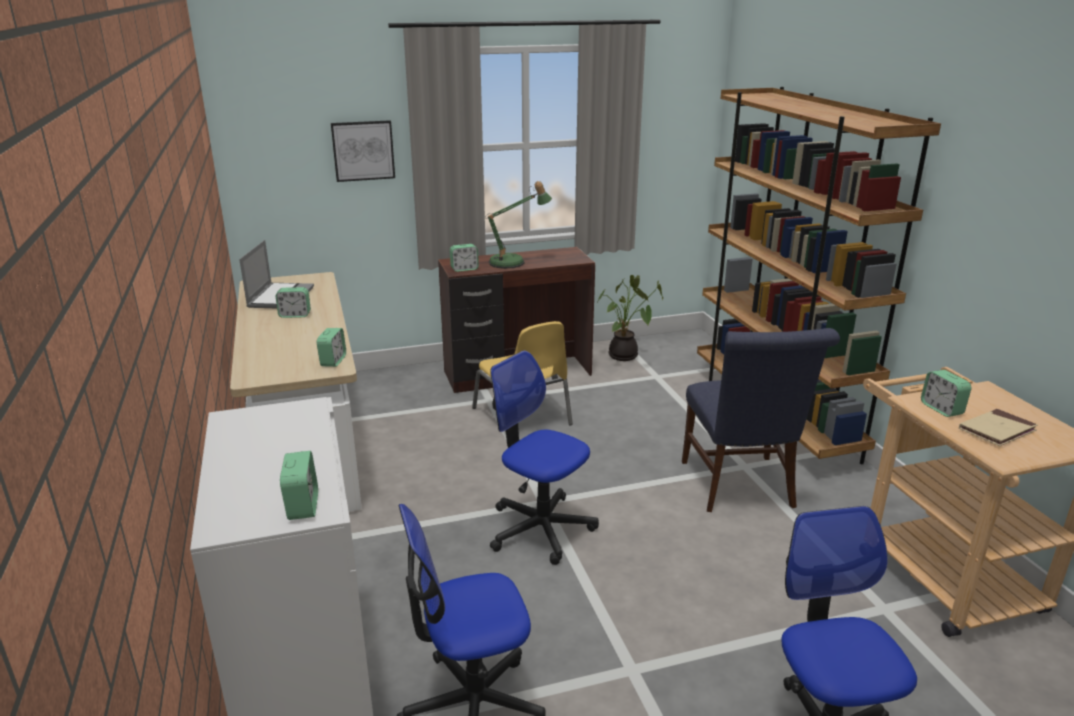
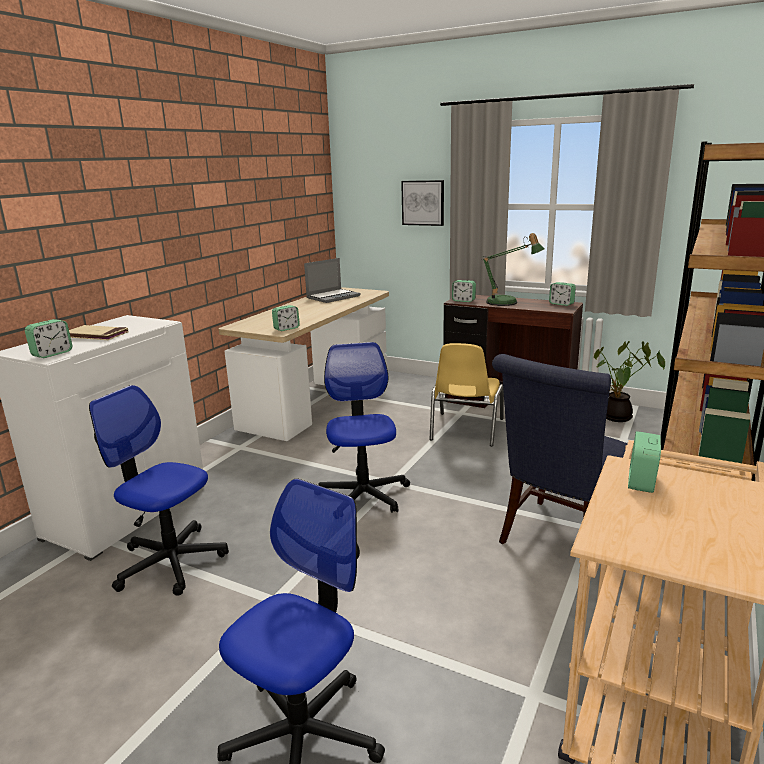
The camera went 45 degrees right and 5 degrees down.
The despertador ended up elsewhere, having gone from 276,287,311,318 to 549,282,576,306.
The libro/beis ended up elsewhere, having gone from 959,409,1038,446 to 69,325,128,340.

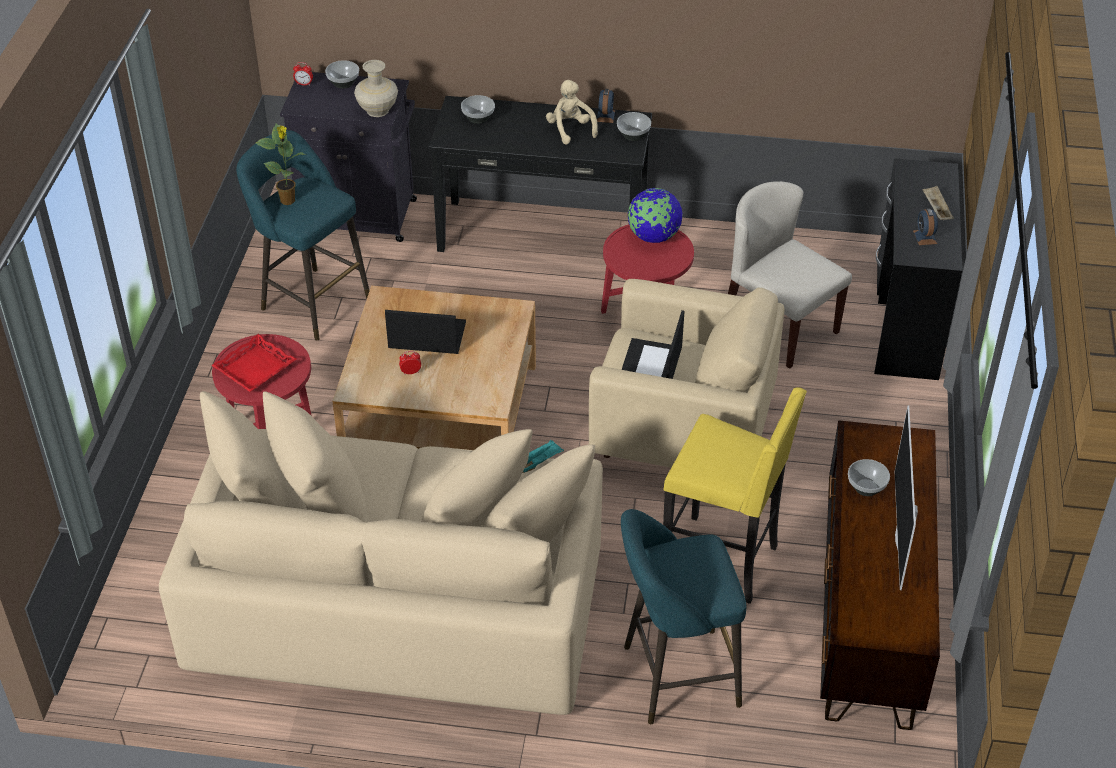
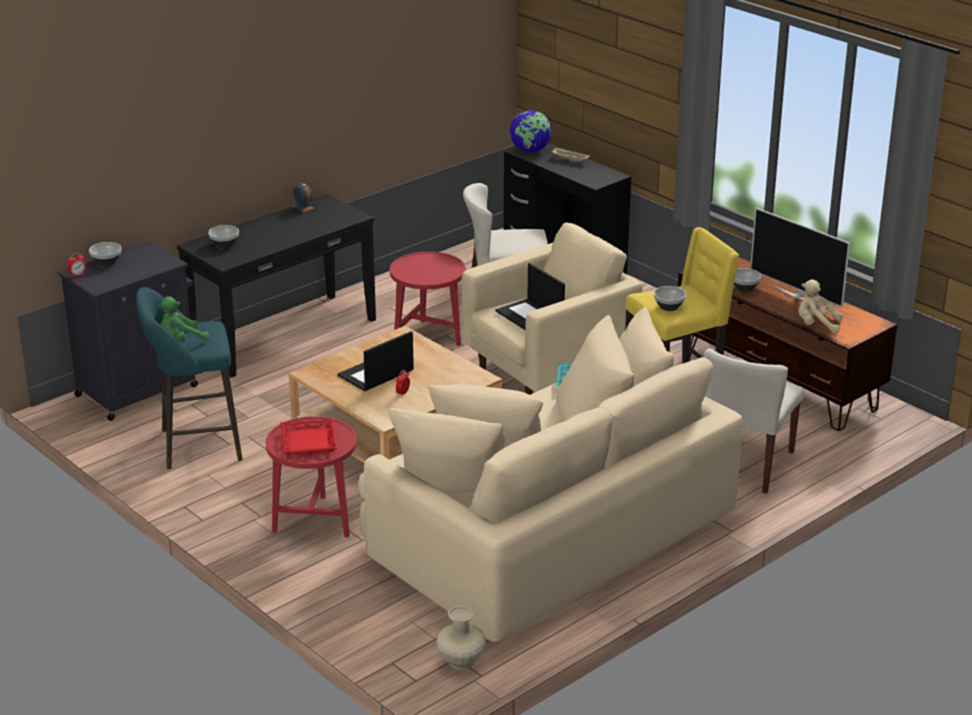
The camera went 50 degrees left and 15 degrees down.
Where the planta en maceta stood at 256,123,306,205, the peluche/verde came to stand at 158,296,210,342.
The florero/beis ended up elsewhere, having gone from 354,60,398,117 to 436,606,486,670.
The peluche/beis ended up elsewhere, having gone from 546,80,598,145 to 799,279,842,334.
The cuenco ended up elsewhere, having gone from 617,112,651,141 to 654,286,686,311.
Where the taburete/turquesa stood at 621,509,746,724, the silla/beis came to stand at 704,348,805,494.
The globo terráqueo ended up elsewhere, having gone from 628,188,683,243 to 510,110,552,152.
The second view lost the despertador at 913,209,938,245.

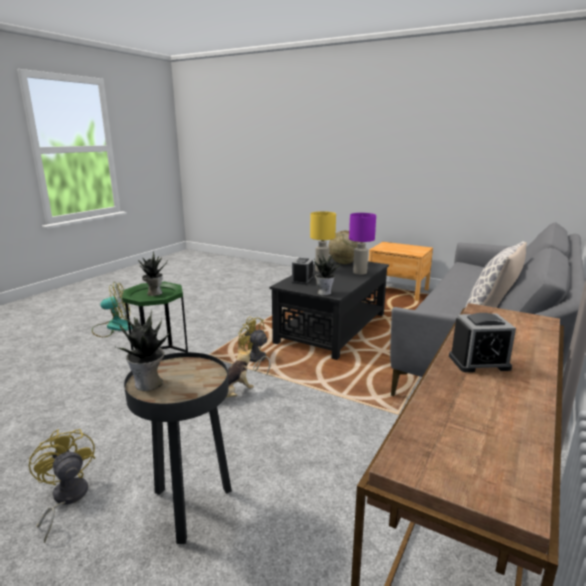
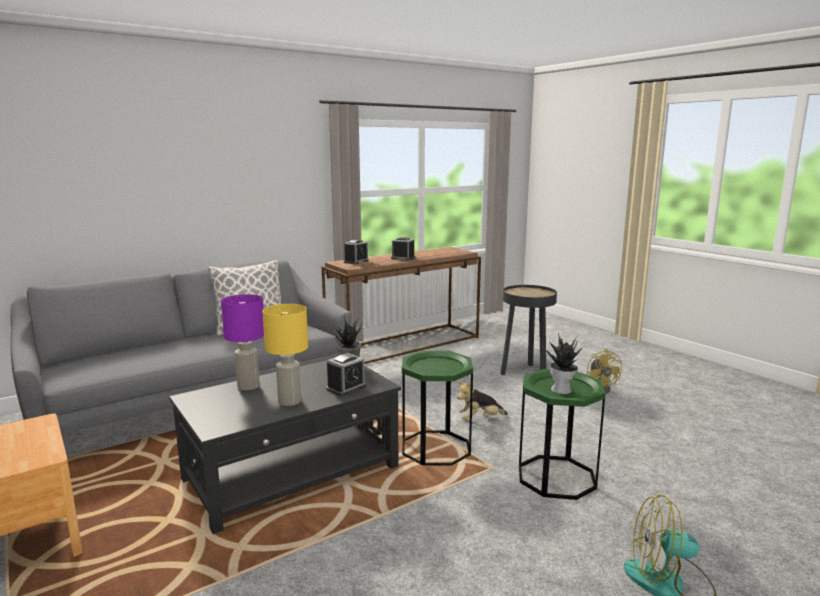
The camera went 155 degrees left and 5 degrees down.
The second view lost the planta en maceta at 116,310,171,391.
Where the ventilador/amarillo stood at 238,317,271,374, the mesa auxiliar/verde came to stand at 402,351,473,465.
The second view lost the globo terráqueo at 328,231,359,264.
The second view gained the despertador at 344,240,369,264.

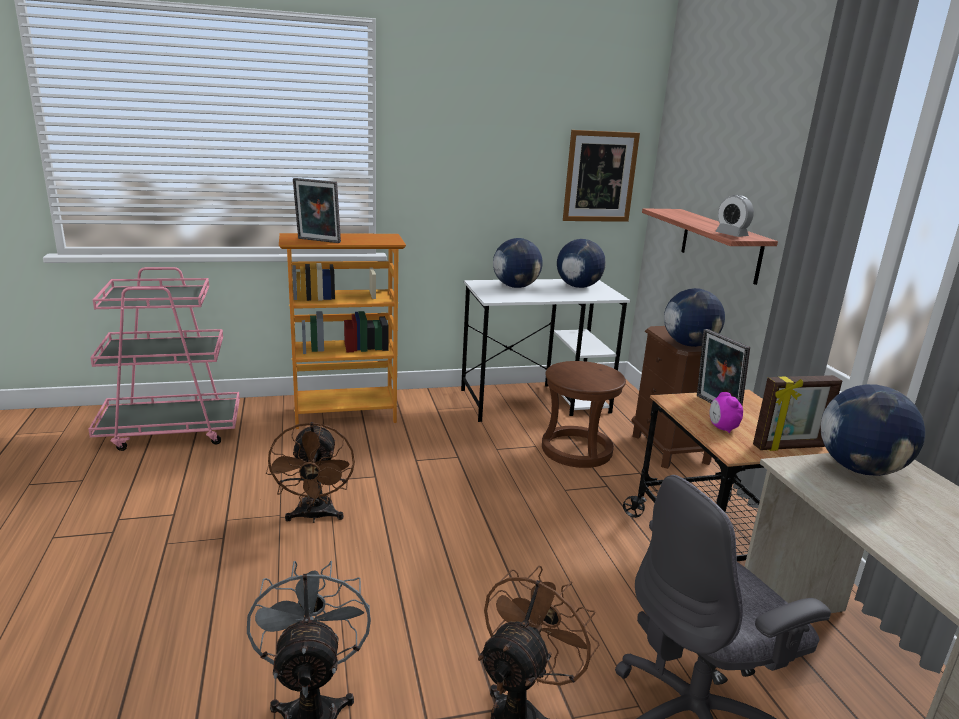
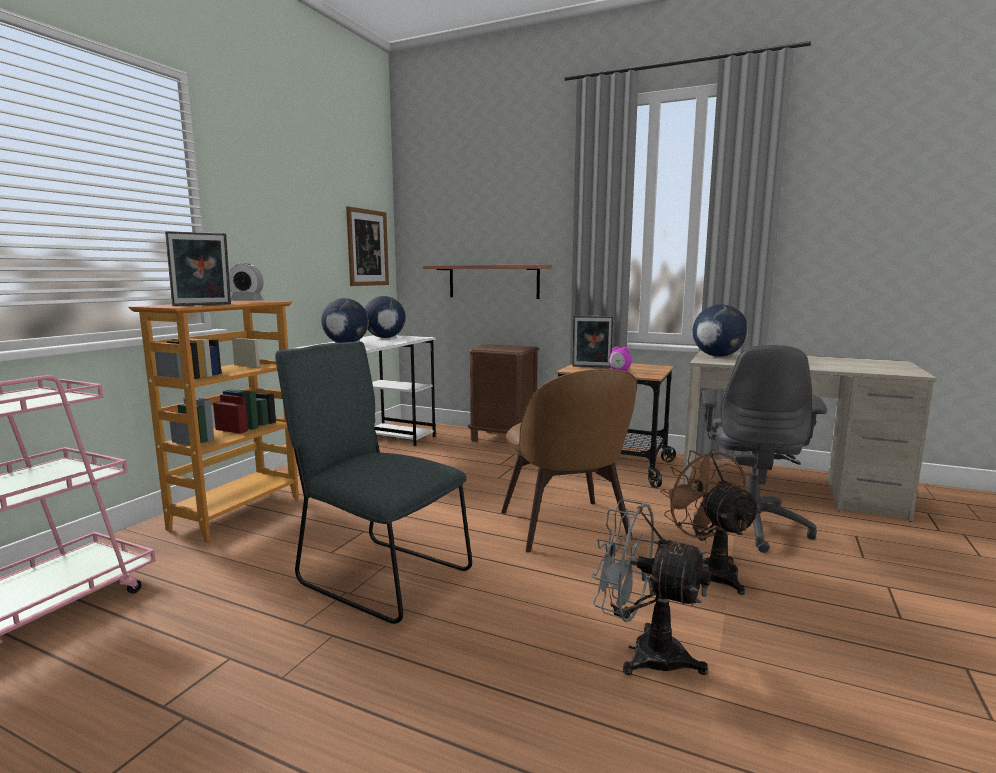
The camera went 50 degrees left and 10 degrees down.
Where the ventilador/marrón stood at 266,422,355,523, the silla/gris came to stand at 275,341,472,624.
The second view lost the taburete/marrón at 542,361,626,468.
The second view lost the globo terráqueo at 664,288,725,347.
The despertador ended up elsewhere, having gone from 715,195,754,237 to 229,263,264,301.
The second view lost the portarretratos at 753,375,842,451.
The second view gained the silla/marrón at 501,369,637,553.

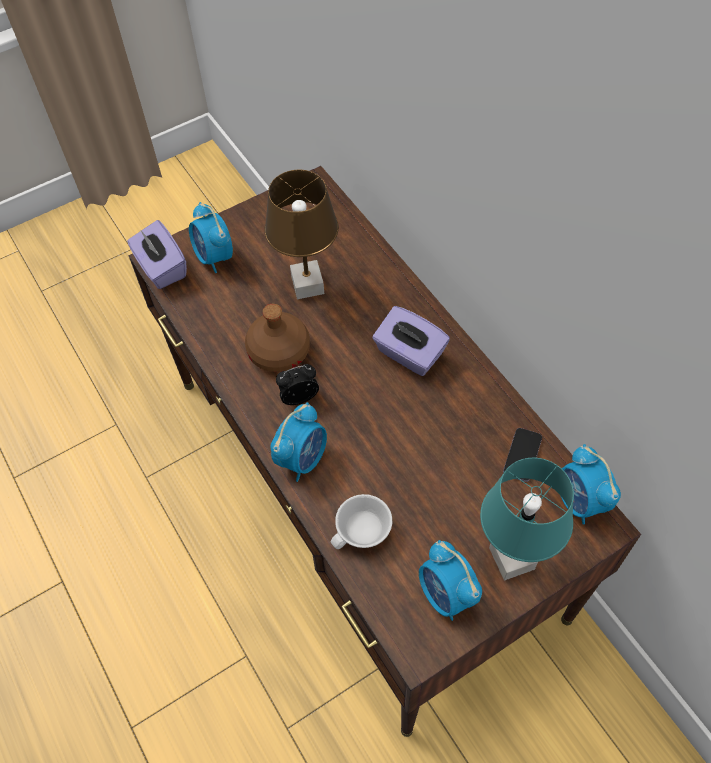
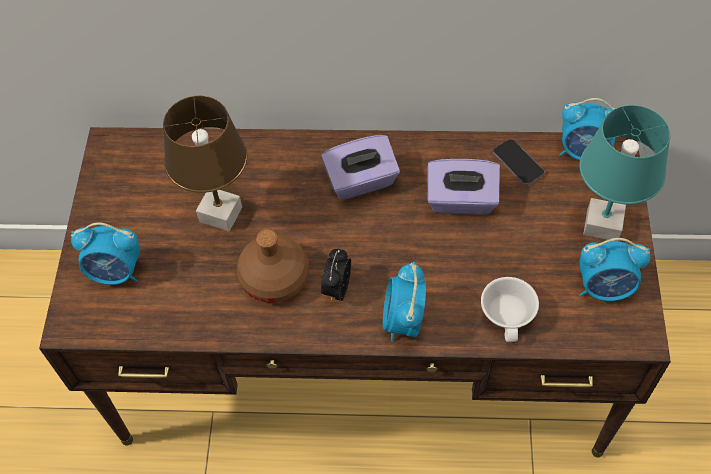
The camera went 55 degrees left and 0 degrees up.
The caja de pañuelos/morado ended up elsewhere, having gone from 127,220,187,289 to 428,159,500,215.
The despertador at 271,402,327,482 ended up facing another way, 150 degrees counterclockwise from before.

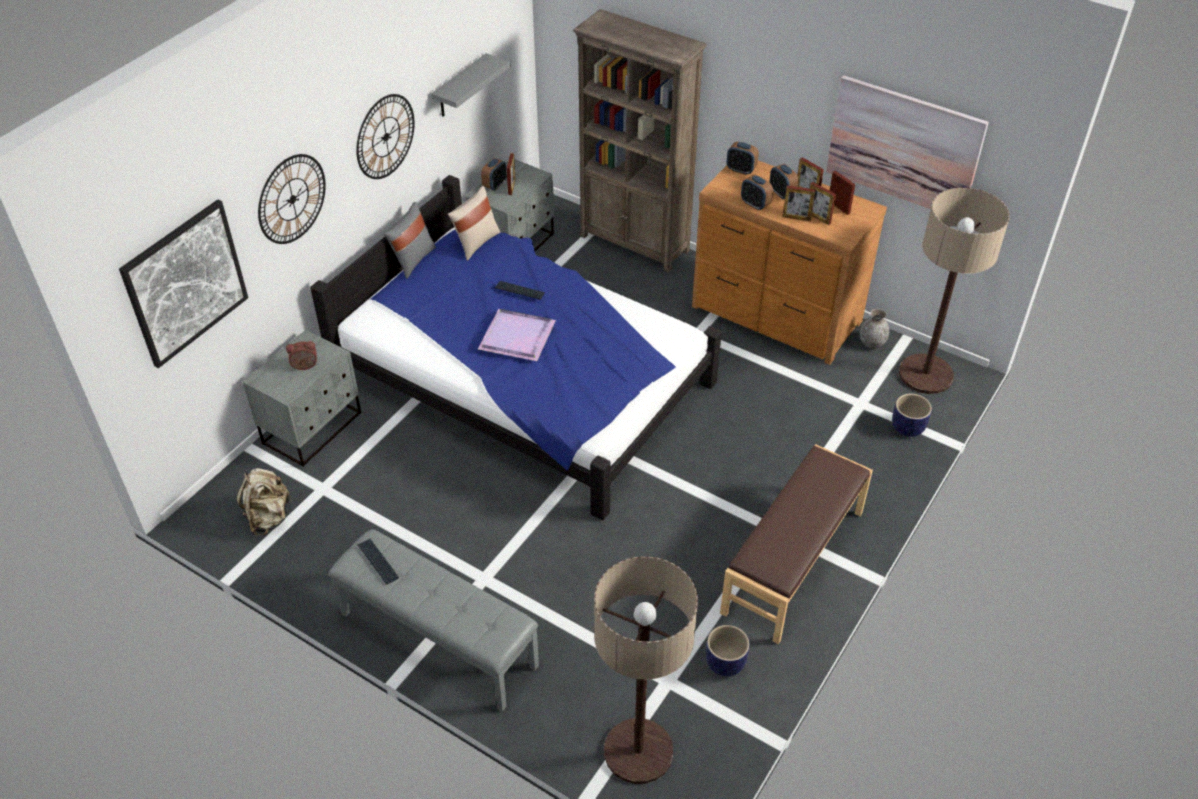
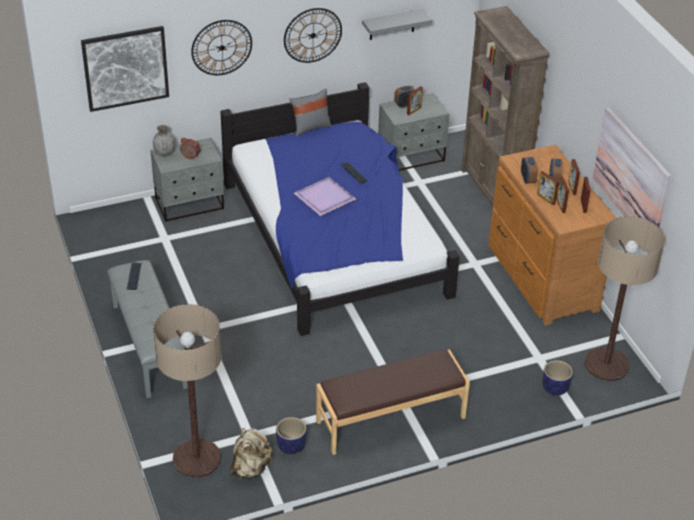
The camera went 35 degrees right and 5 degrees down.
The mochila/beis ended up elsewhere, having gone from 237,468,292,535 to 229,428,273,480.
The second view lost the cojín/beis at 447,186,500,261.
The second view lost the despertador at 727,142,759,175.
The florero/gris ended up elsewhere, having gone from 860,309,889,348 to 153,125,175,157.

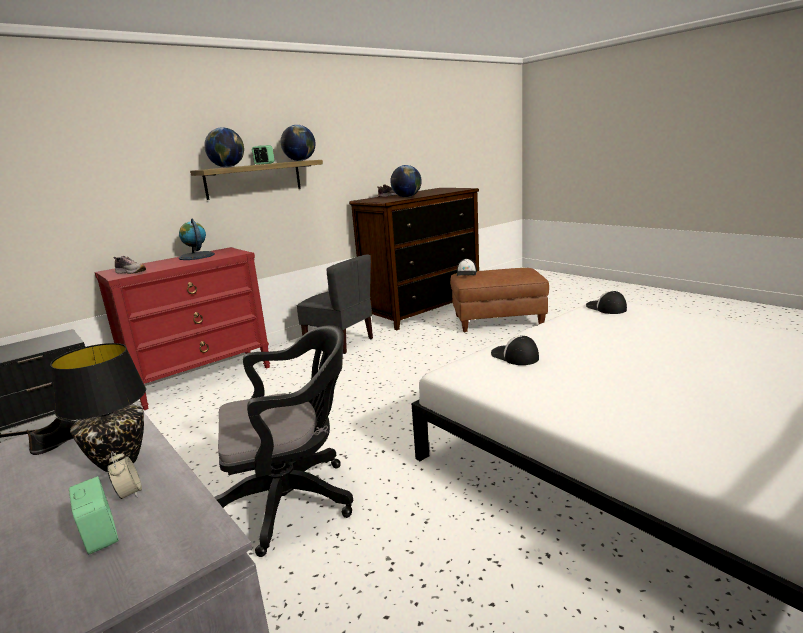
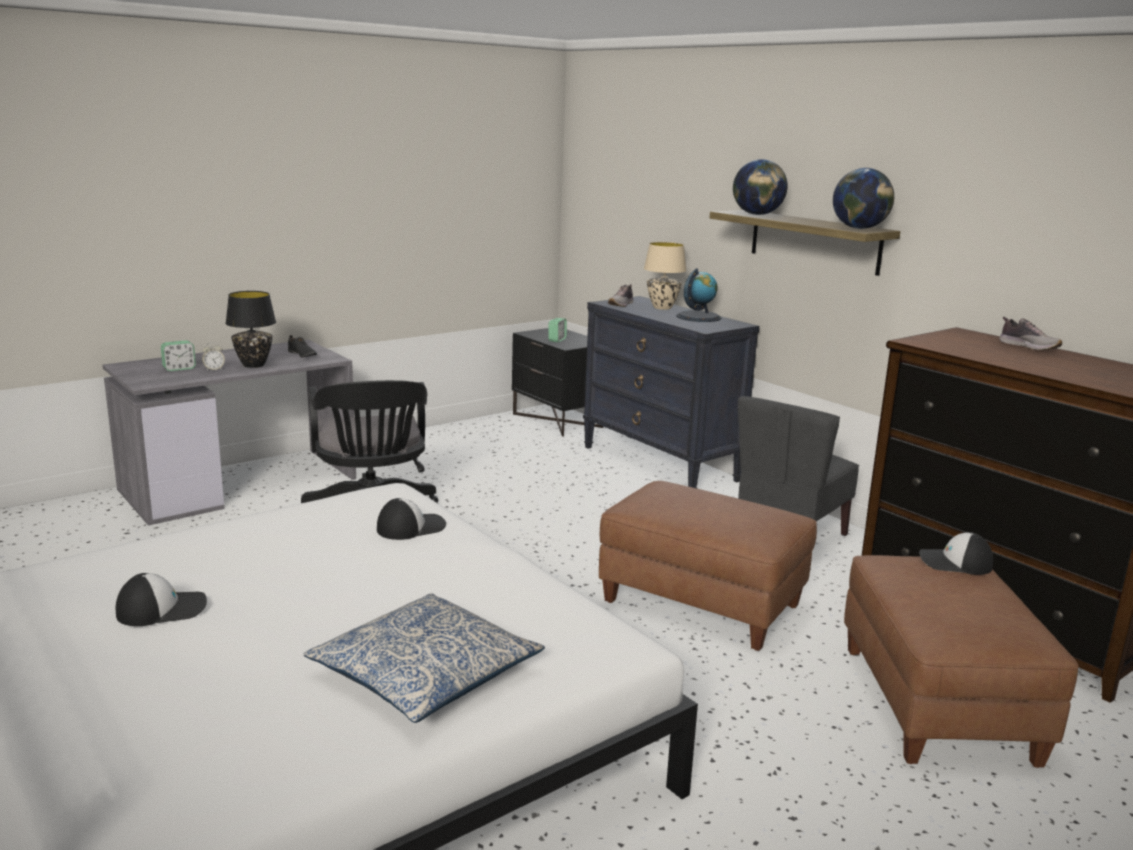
The camera went 90 degrees right and 0 degrees up.
What was the cómoda/rojo at 94,247,270,410 turned into the cómoda/negro at 583,296,759,489.
The despertador ended up elsewhere, having gone from 252,145,274,165 to 548,318,567,342.
The second view lost the globo terráqueo at 390,165,422,197.
The gorra ended up elsewhere, having gone from 586,291,627,314 to 116,573,207,626.
The second view gained the cojín at 304,593,545,723.
The second view gained the puf/marrón at 599,481,817,651.
The second view gained the lámpara de mesa/beis at 644,242,687,310.

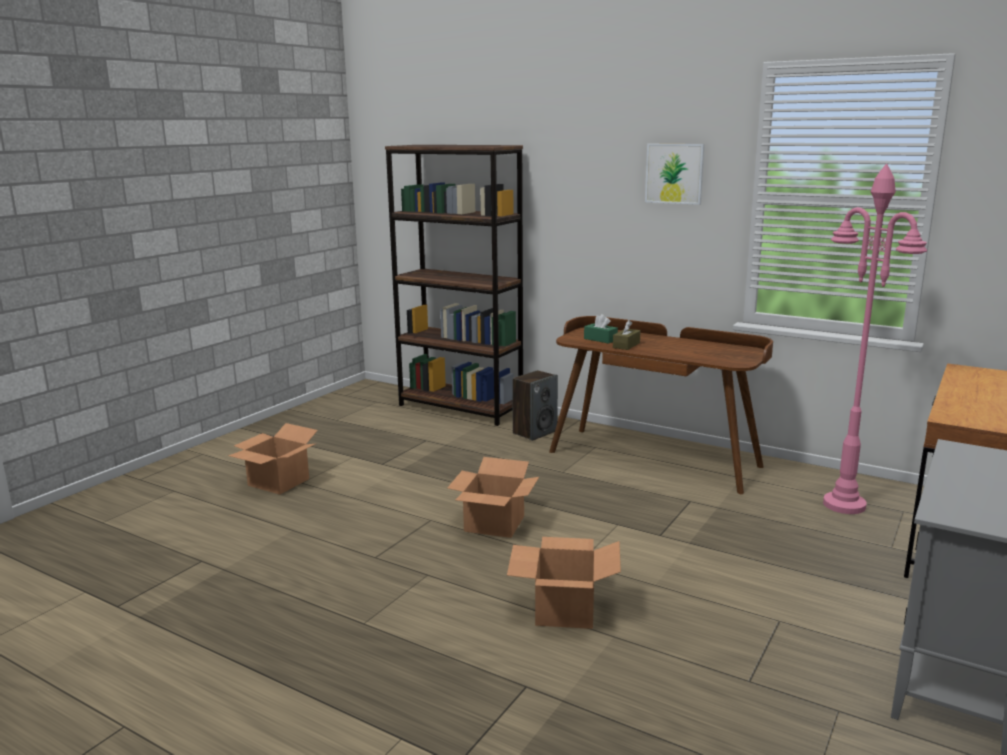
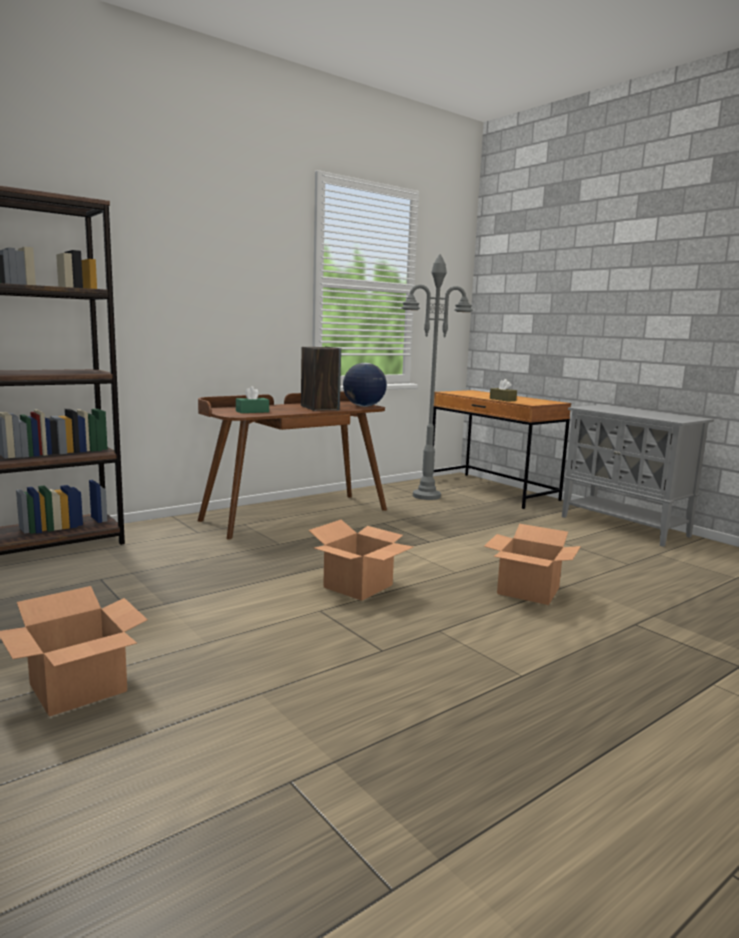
The camera went 70 degrees left and 5 degrees down.
The altavoz ended up elsewhere, having gone from 512,370,558,441 to 301,347,341,411.
The caja de pañuelos/marrón ended up elsewhere, having gone from 613,320,640,350 to 490,379,517,402.
The second view lost the cuadro at 645,144,705,205.
What was the lámpara de pie/rosa at 823,163,927,514 turned into the lámpara de pie/gris at 402,254,473,500.
The second view gained the globo terráqueo at 343,363,387,407.

